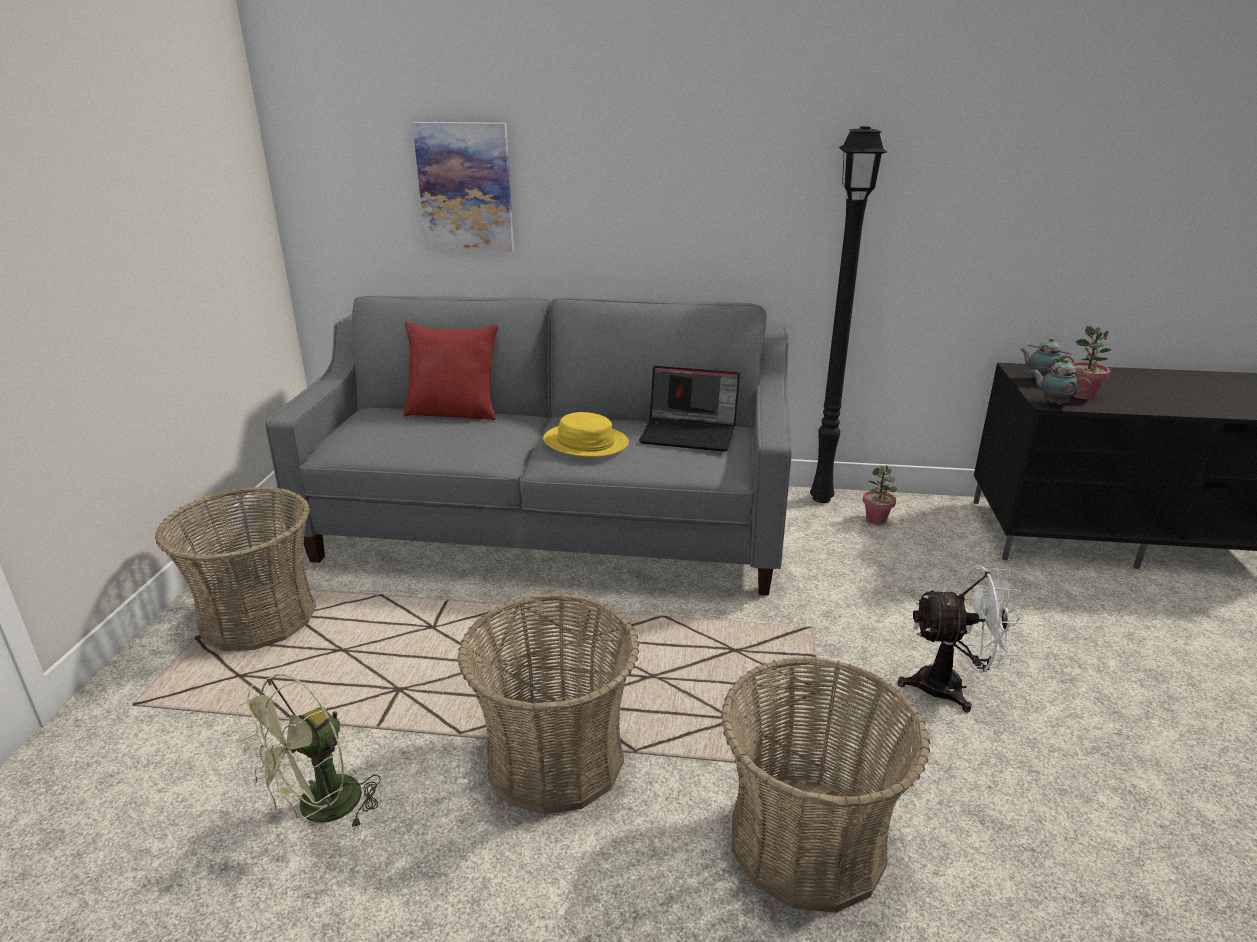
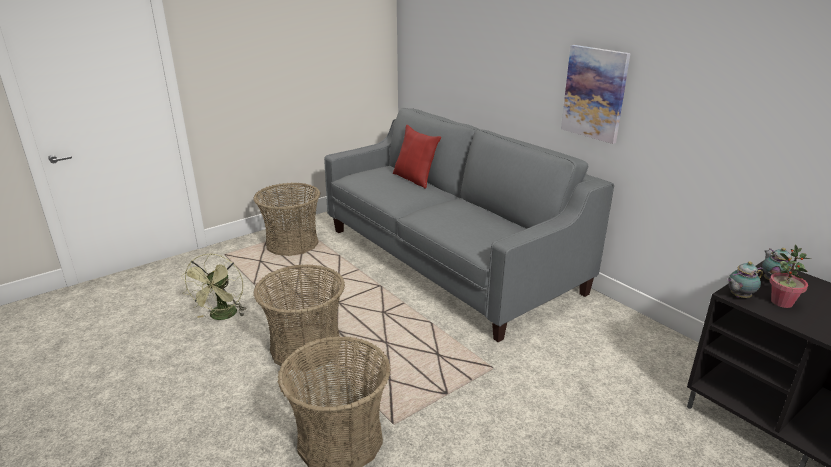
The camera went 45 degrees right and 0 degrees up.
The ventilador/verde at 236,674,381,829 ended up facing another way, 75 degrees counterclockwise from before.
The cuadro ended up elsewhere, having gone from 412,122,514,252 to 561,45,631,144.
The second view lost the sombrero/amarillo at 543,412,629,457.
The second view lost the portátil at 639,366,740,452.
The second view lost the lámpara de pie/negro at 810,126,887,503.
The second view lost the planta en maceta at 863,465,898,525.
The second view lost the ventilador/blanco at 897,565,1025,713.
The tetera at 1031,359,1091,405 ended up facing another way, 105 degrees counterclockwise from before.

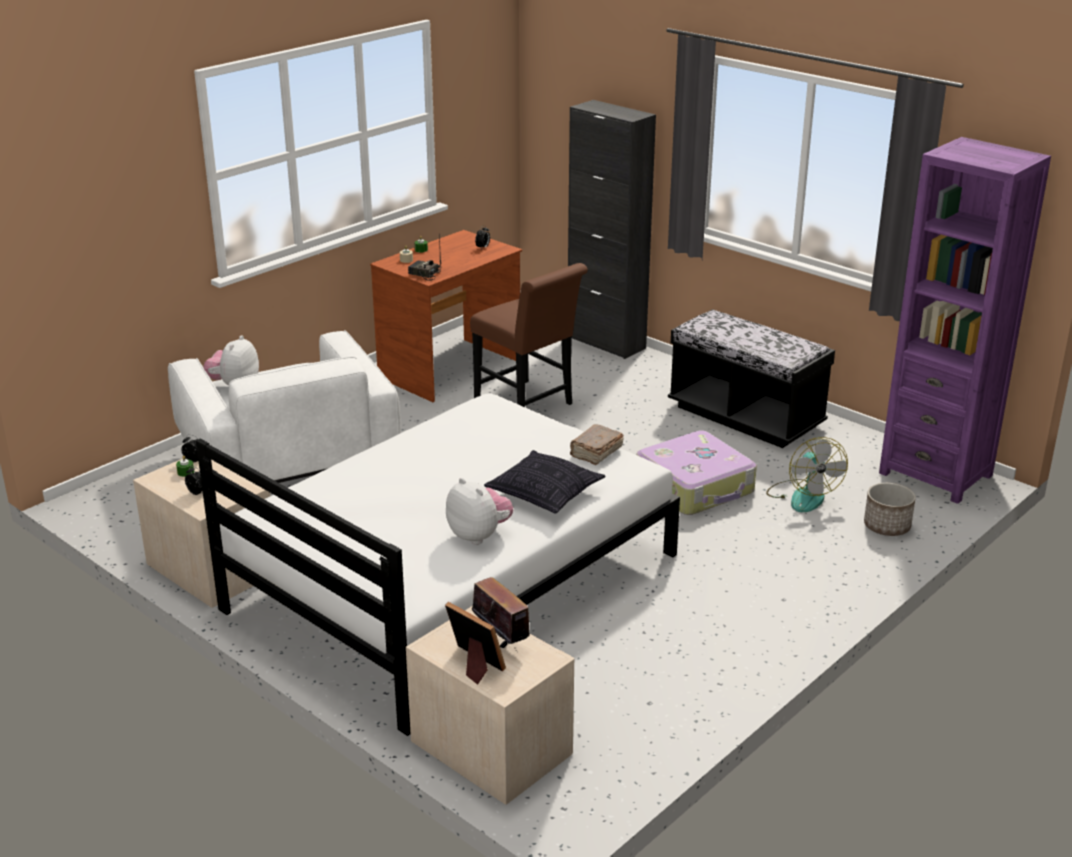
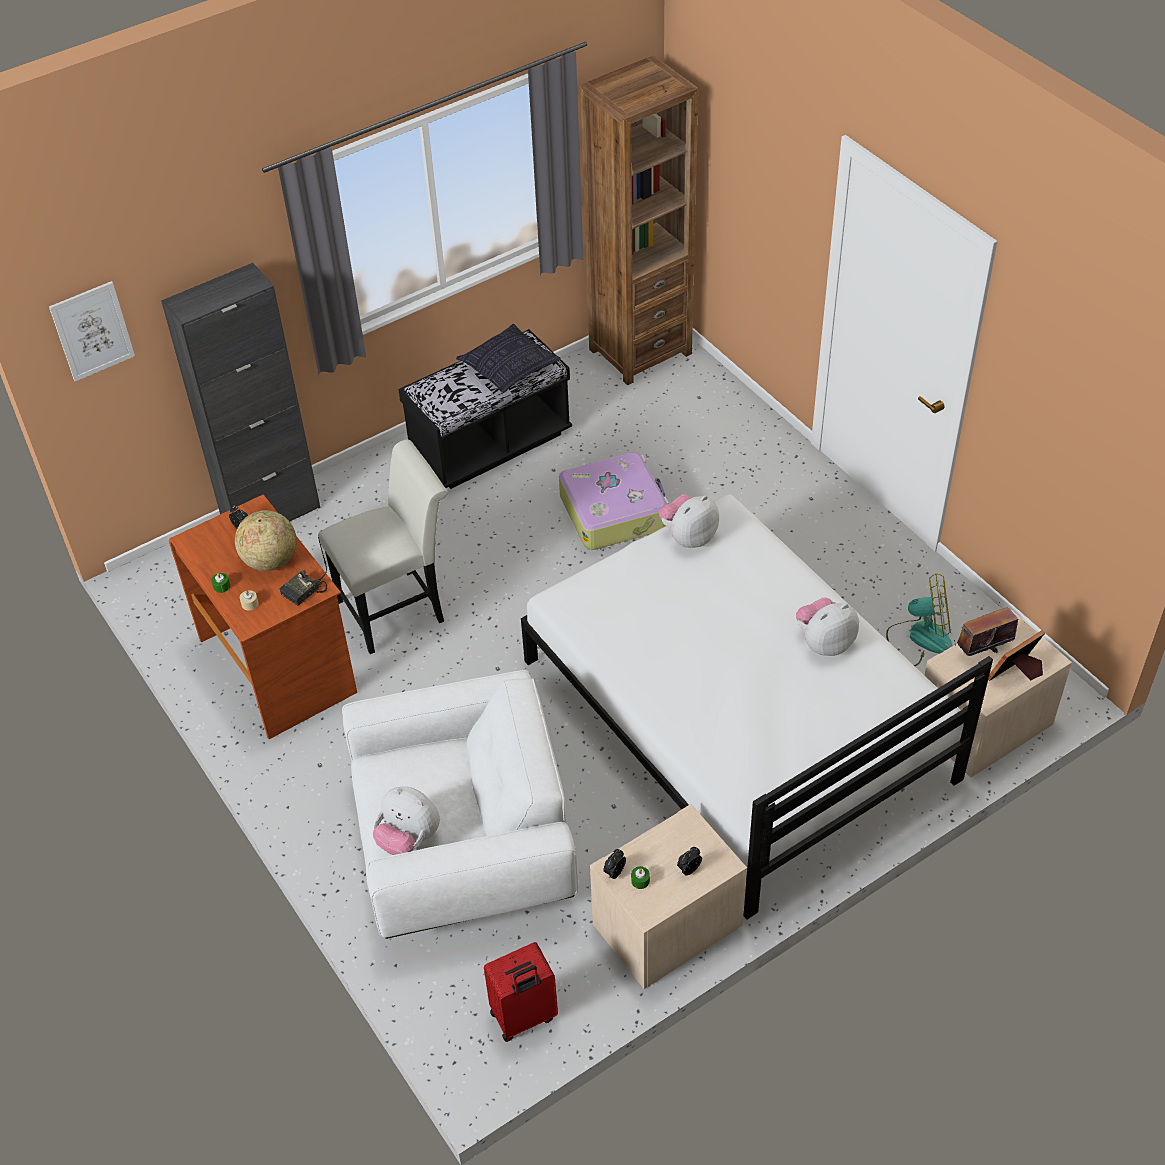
The camera went 75 degrees left and 20 degrees up.
What was the silla/marrón at 470,263,588,407 turned into the silla/blanco at 318,439,448,654.
The cojín ended up elsewhere, having gone from 484,450,606,514 to 456,324,561,393.
Where the libro/marrón stood at 570,424,624,465, the peluche came to stand at 659,494,719,548.
The ventilador ended up elsewhere, having gone from 766,437,848,512 to 886,574,952,666.
The second view lost the maceta at 864,483,916,536.
What was the estantería/morado at 879,137,1051,504 turned into the estantería/marrón at 580,55,699,385.
The second view gained the cuadro at 49,281,135,382.
The second view gained the globo terráqueo at 235,510,297,571.
The second view gained the maleta/rojo at 484,942,558,1042.

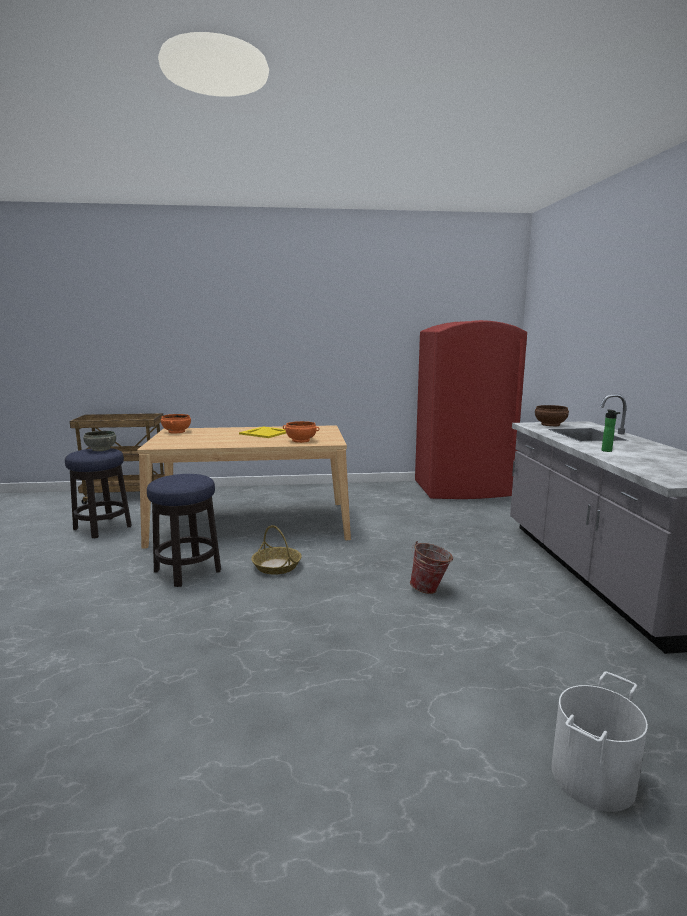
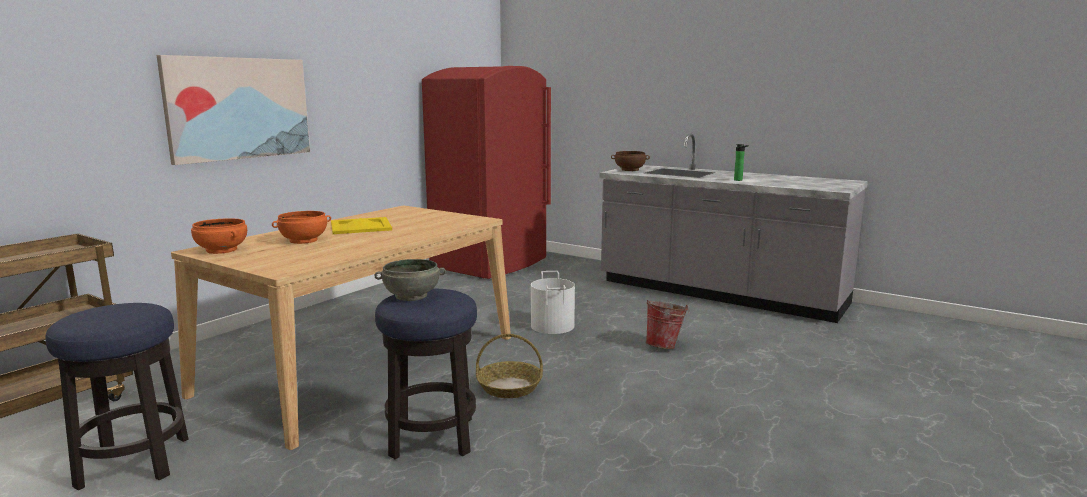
The camera went 50 degrees left and 0 degrees up.
The cuenco/gris ended up elsewhere, having gone from 83,431,116,451 to 375,259,446,301.
The cuenco/naranja ended up elsewhere, having gone from 283,421,320,443 to 272,211,331,244.
The cubo/blanco ended up elsewhere, having gone from 552,672,648,812 to 531,271,575,334.
The second view gained the cuadro at 157,55,310,165.

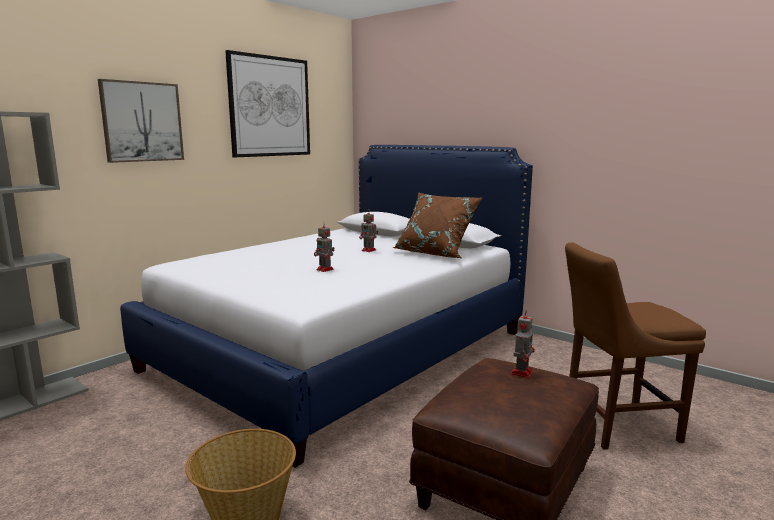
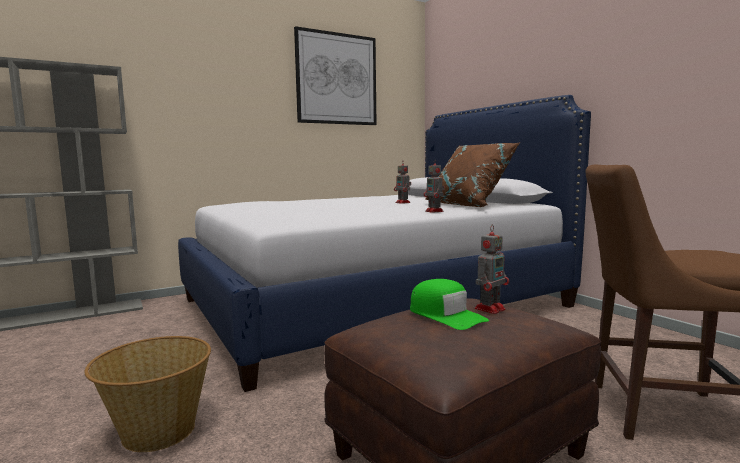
The camera went 20 degrees right and 5 degrees down.
The second view lost the cuadro at 98,79,184,163.
The robot de juguete ended up elsewhere, having gone from 314,222,335,272 to 424,159,445,213.
The second view gained the gorra/verde at 410,279,489,330.

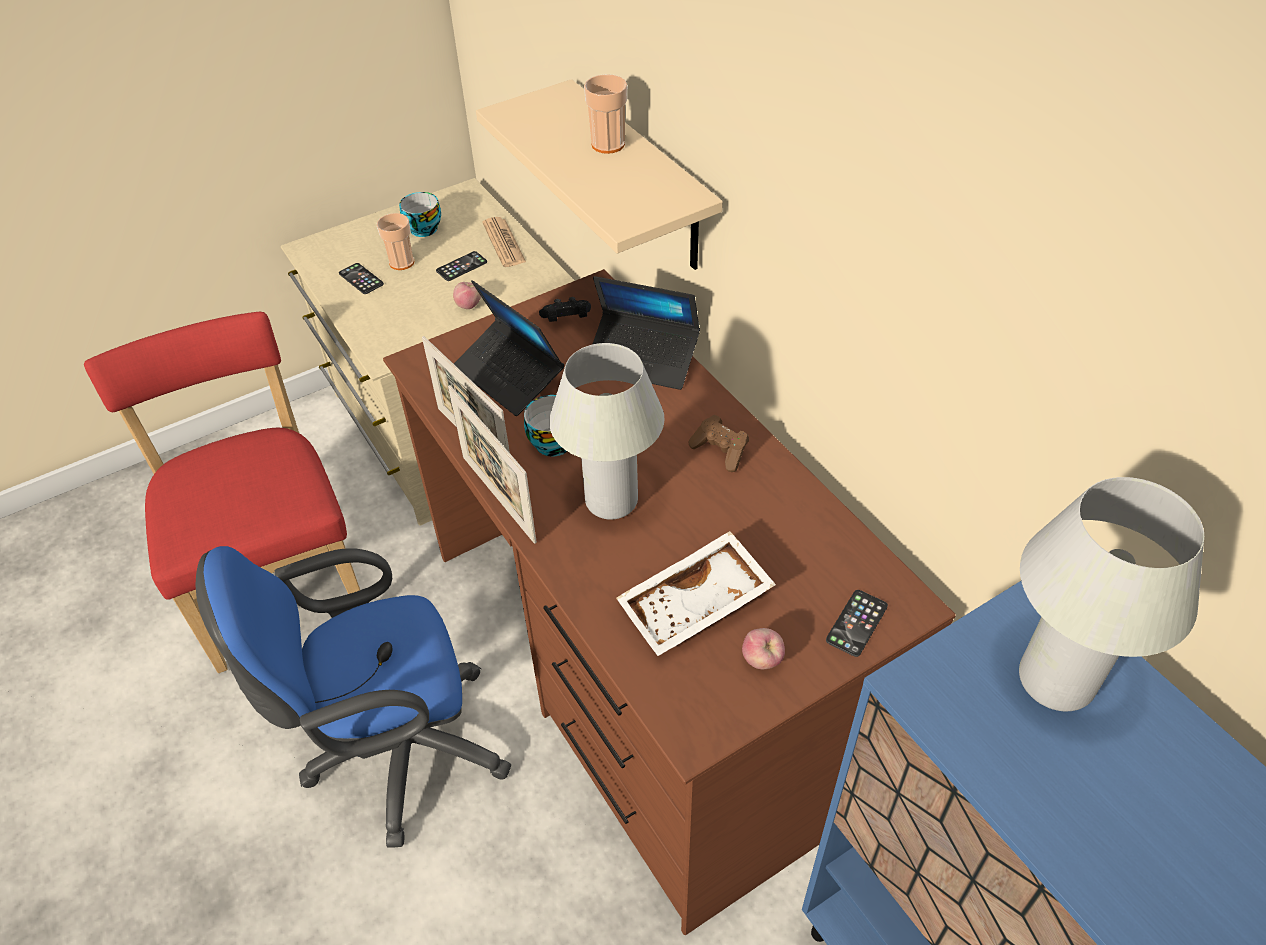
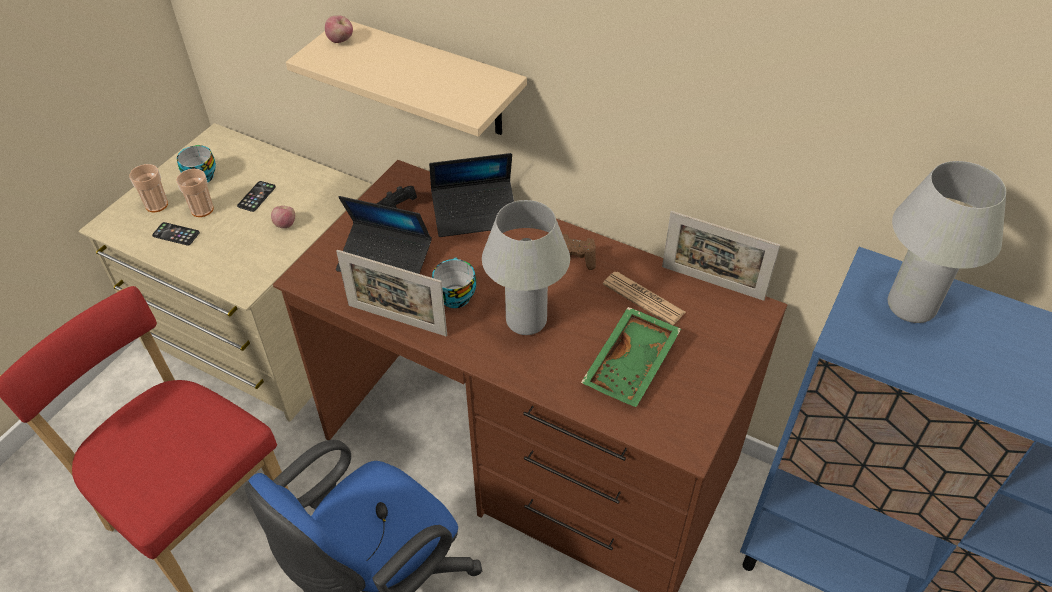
The camera went 30 degrees left and 0 degrees up.
The portarretratos ended up elsewhere, having gone from 448,385,537,544 to 662,211,780,301.
The periódico ended up elsewhere, having gone from 482,217,526,267 to 603,271,686,325.
The taza ended up elsewhere, having gone from 584,74,627,154 to 129,164,168,212.
What was the bandeja/blanco at 616,531,776,656 turned into the bandeja/verde at 581,307,681,407.
The manzana ended up elsewhere, having gone from 742,628,785,669 to 325,15,353,43.
The second view lost the móvil at 826,590,888,657.

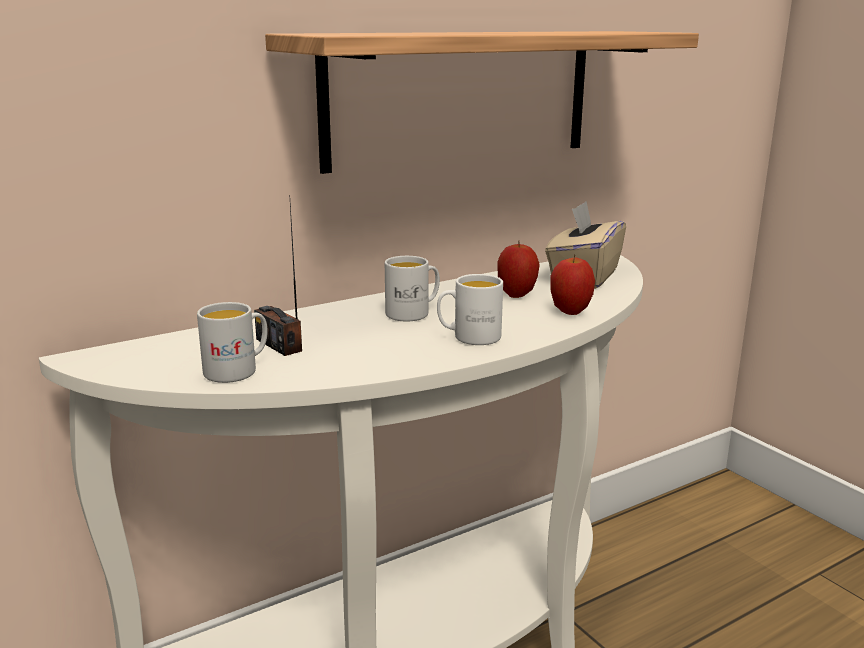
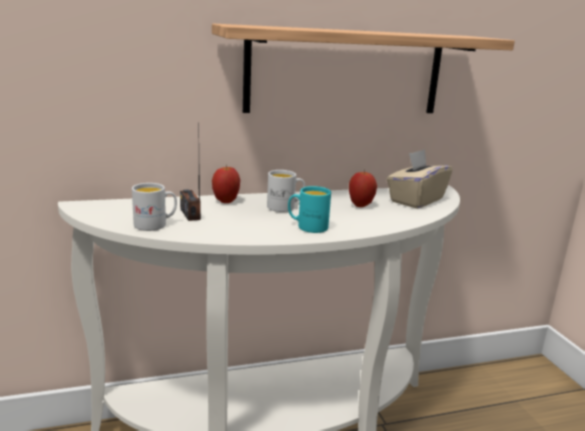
The camera went 15 degrees right and 0 degrees up.
What was the taza grande/blanco at 437,274,503,345 turned into the taza grande/turquesa at 288,186,331,233.
The manzana ended up elsewhere, having gone from 550,254,595,315 to 212,165,240,203.

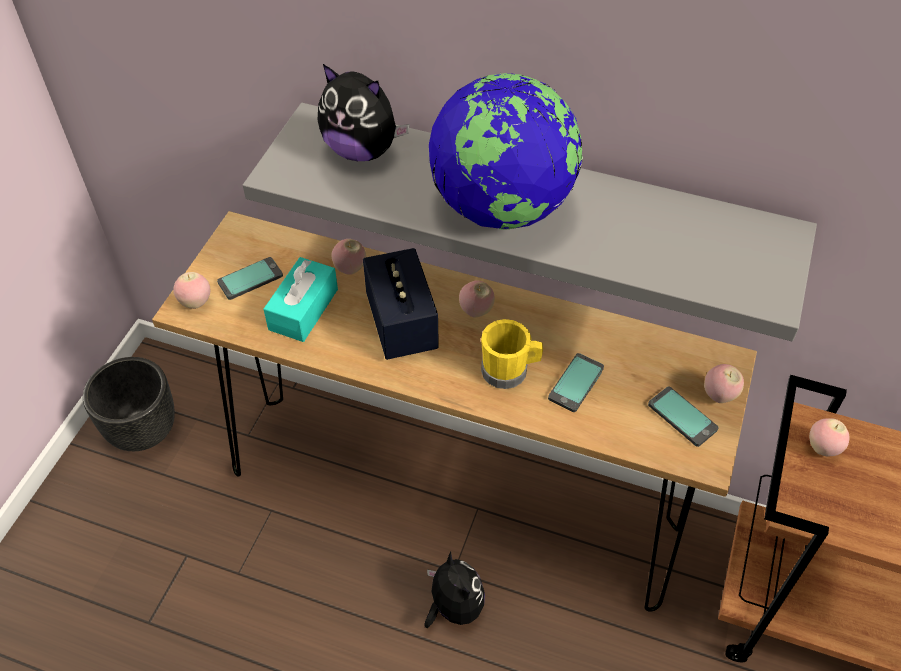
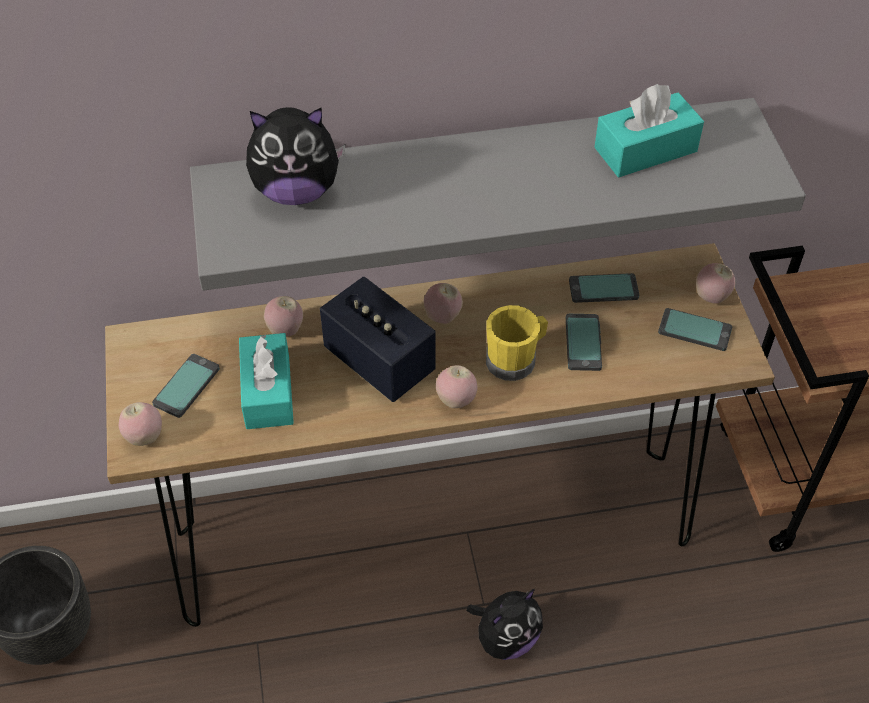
The camera went 30 degrees left and 0 degrees up.
The peluche at 424,552,485,628 ended up facing another way, 105 degrees clockwise from before.
The second view lost the globo terráqueo at 429,73,583,230.
The manzana ended up elsewhere, having gone from 809,418,850,456 to 436,365,478,408.
The second view gained the móvil at 569,273,639,303.
The second view gained the caja de pañuelos/turquesa at 594,84,704,177.

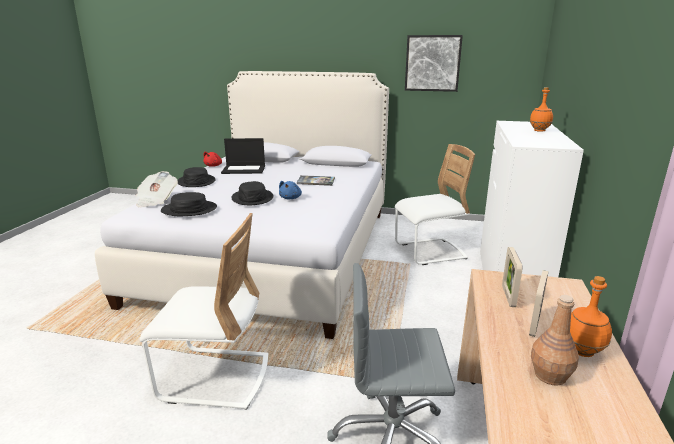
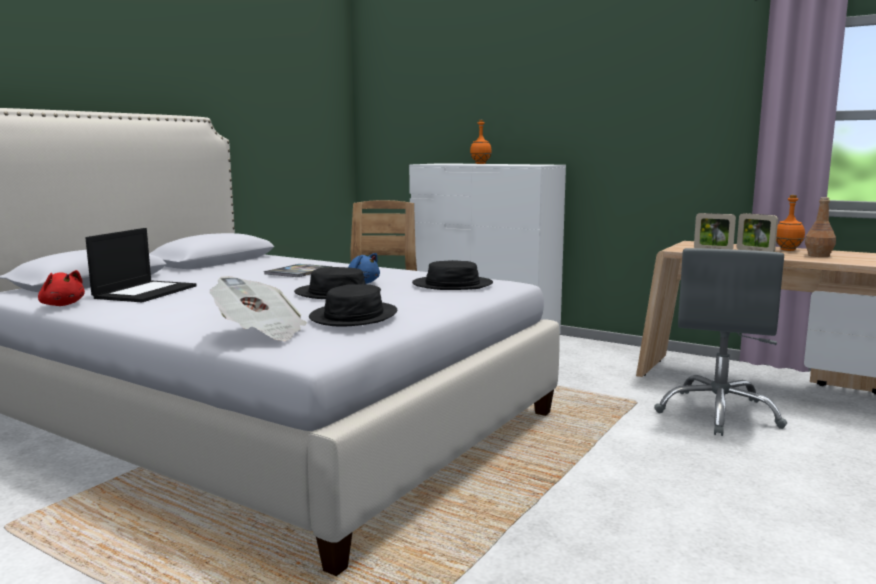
The camera went 70 degrees left and 10 degrees down.
The second view lost the silla/blanco at 140,213,268,410.
The sombrero/negro ended up elsewhere, having gone from 178,167,216,187 to 412,260,493,290.
The second view lost the cuadro at 405,35,463,92.

